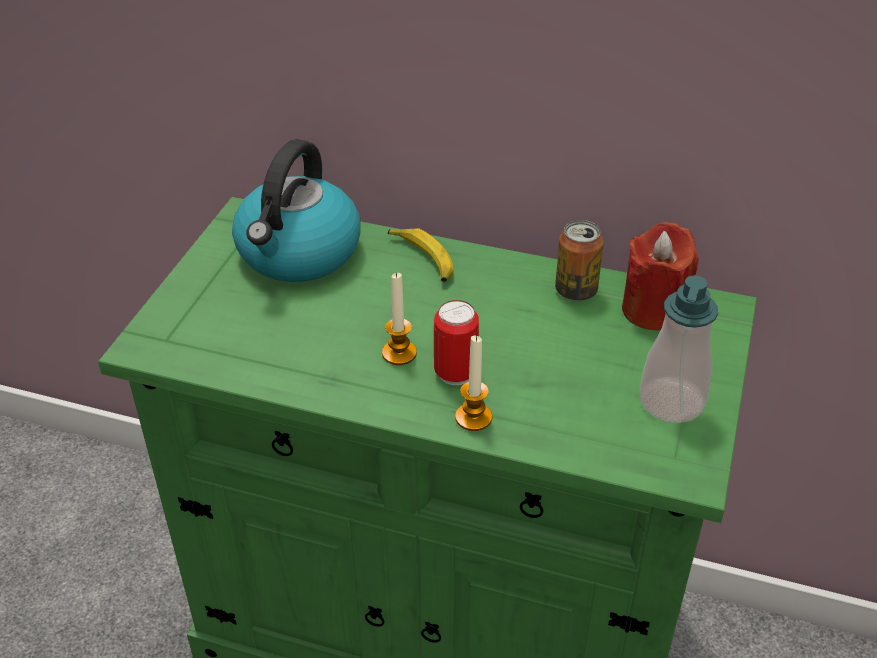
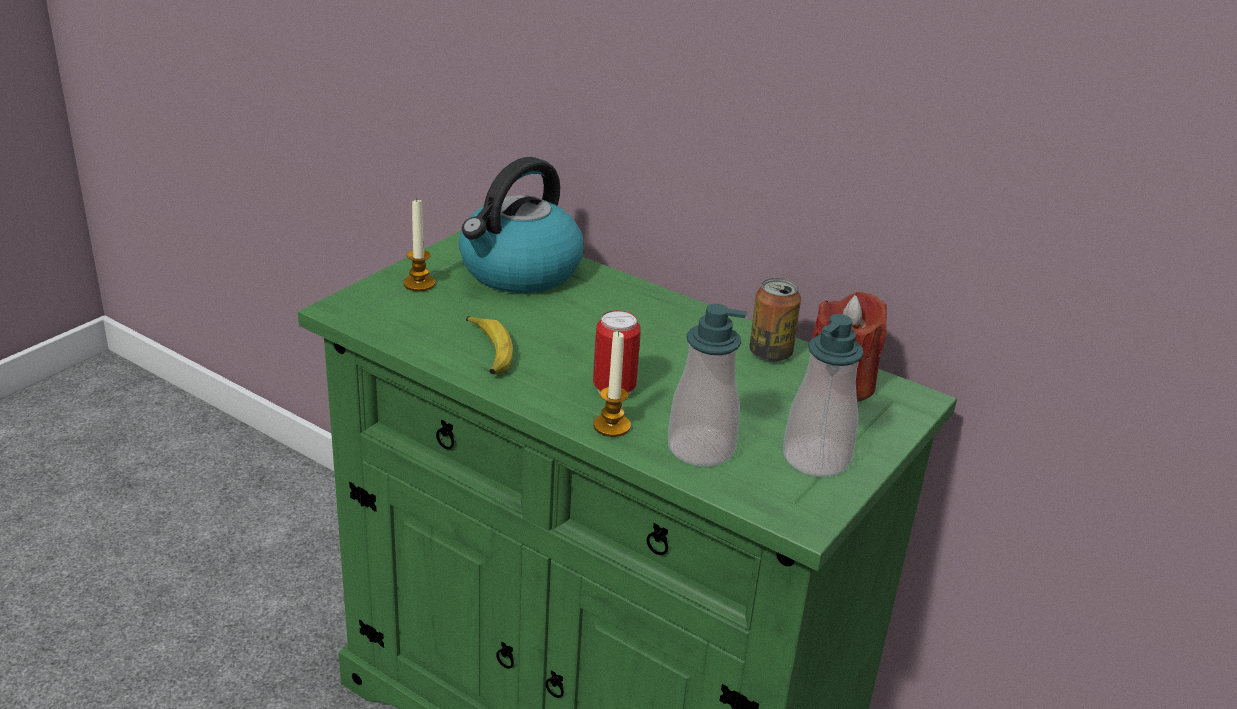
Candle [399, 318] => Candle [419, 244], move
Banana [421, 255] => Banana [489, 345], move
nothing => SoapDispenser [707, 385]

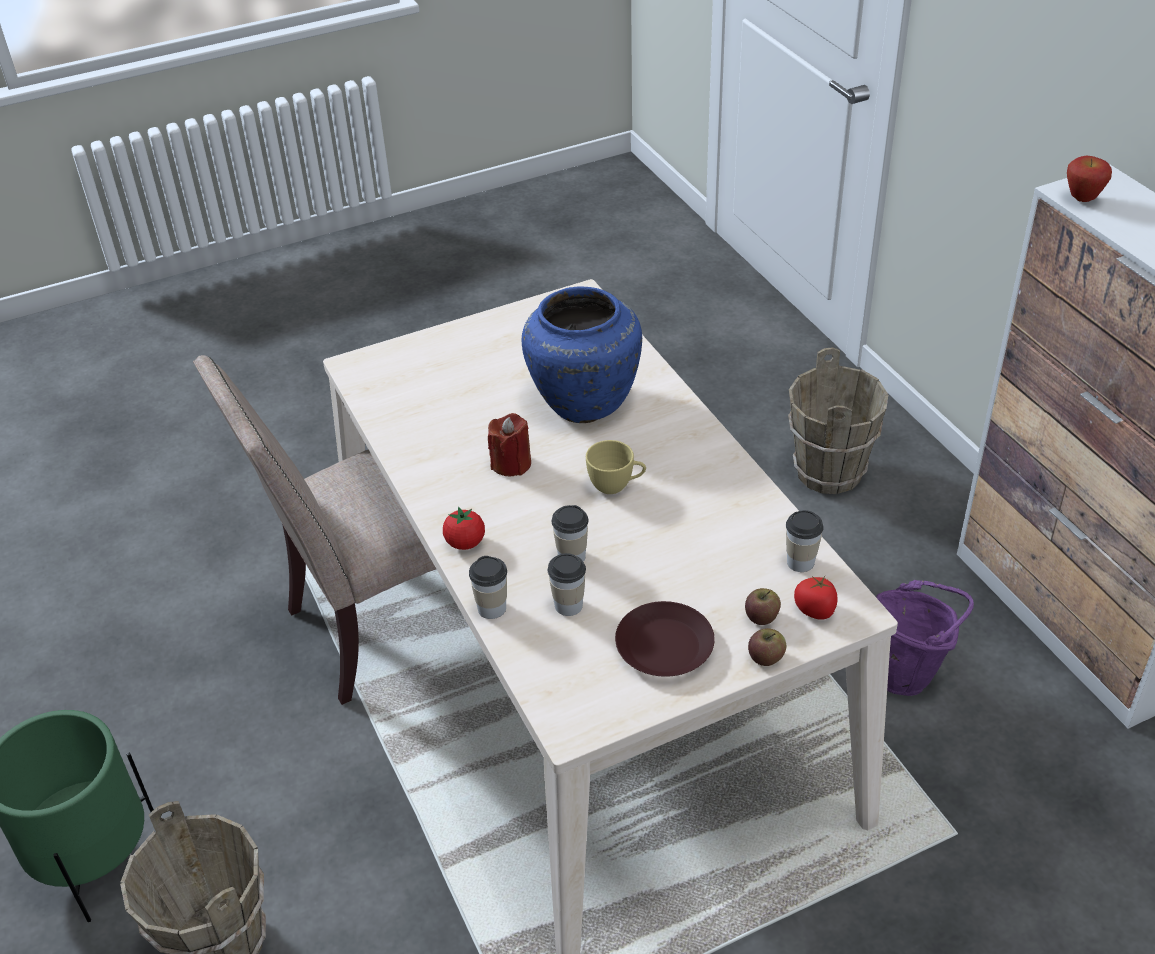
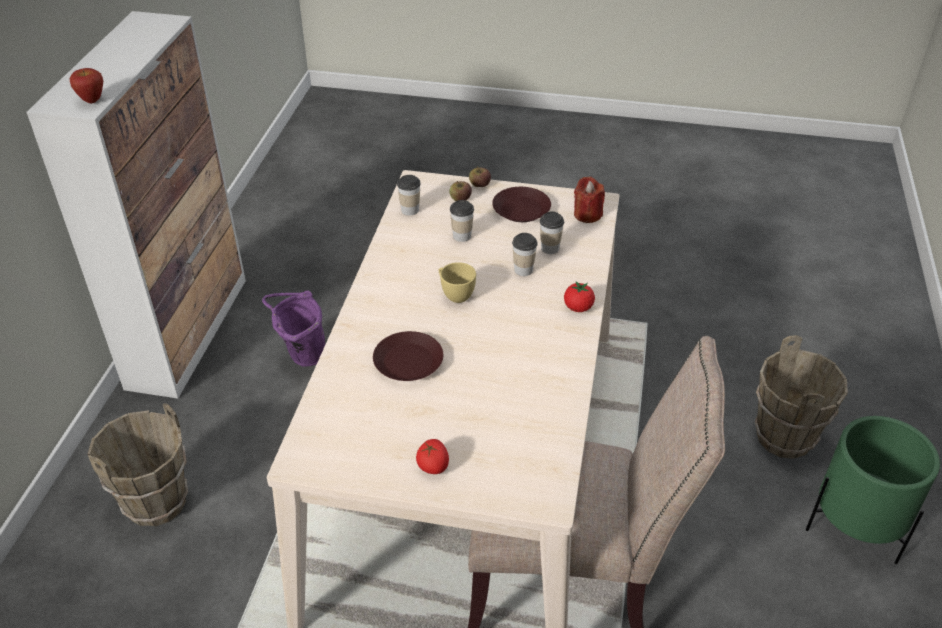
Cup [488, 587] => Cup [462, 221], move
RedCandle [509, 444] => RedCandle [589, 200], move
BlueVase [582, 355] => BrownPlate [408, 356]
Tomato [816, 598] => Tomato [432, 456], move

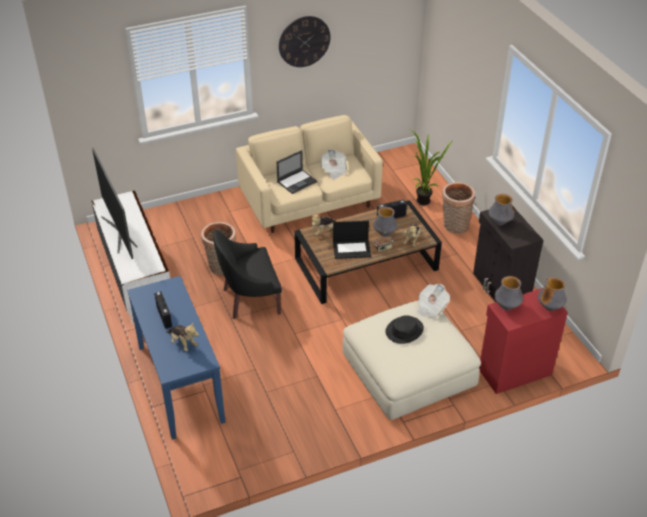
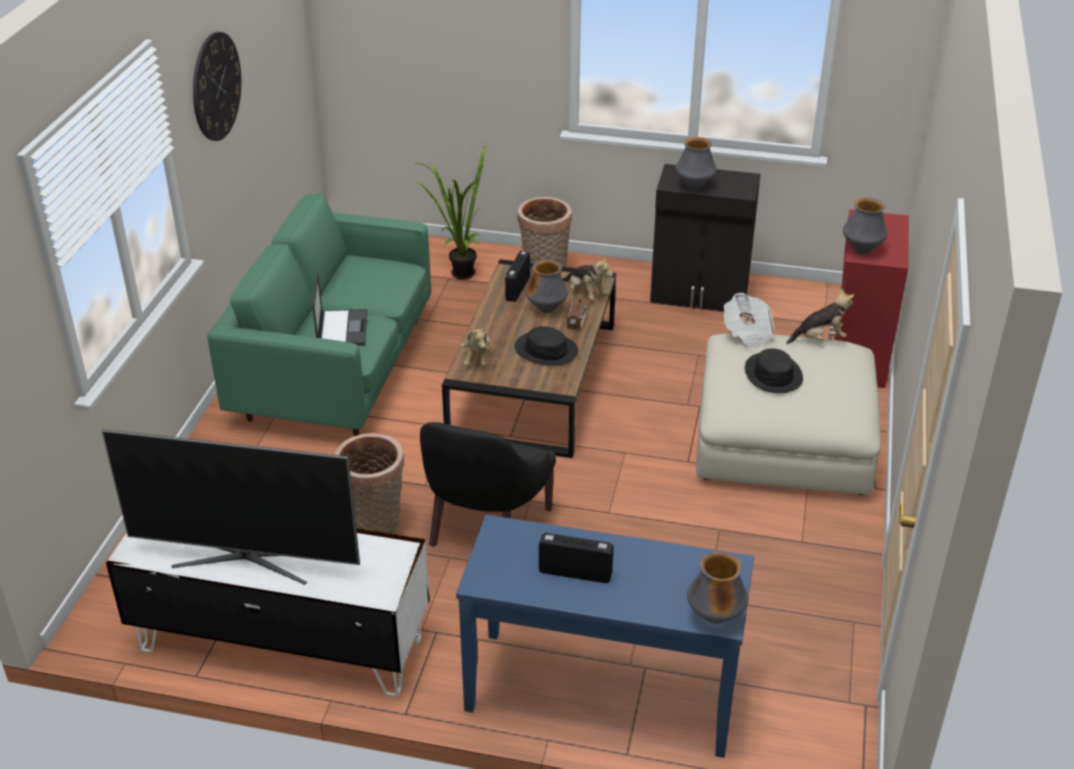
PlushToy [182, 337] => PlushToy [820, 316], move
BeigeSofa [309, 174] => GreenSofa [319, 315]
Newspaper [334, 164] => nothing
Laptop [352, 239] => BlackHat [546, 346]
Vase [552, 294] => Vase [717, 587], move

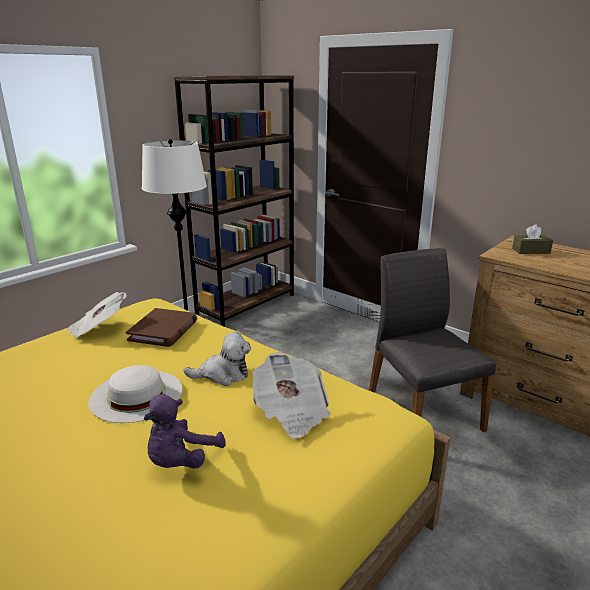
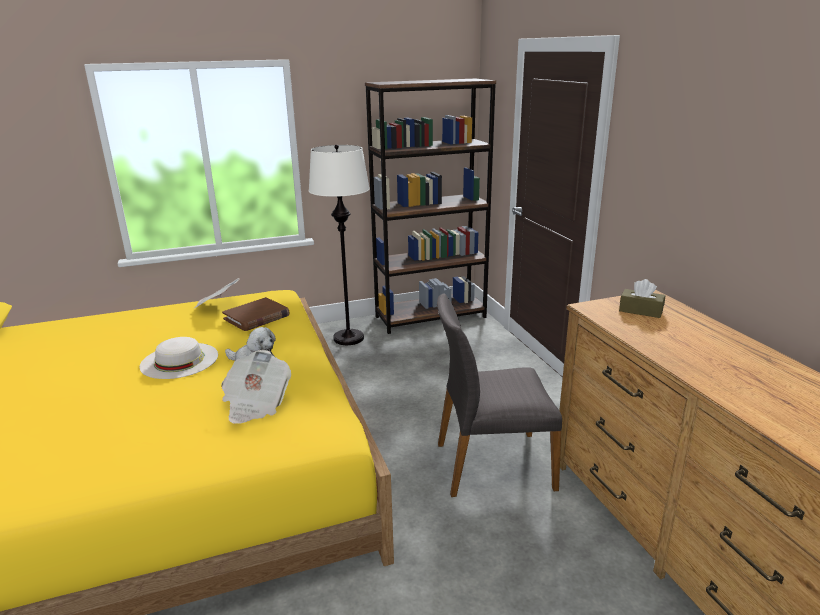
PurplePlushToy [184, 431] => nothing
GreyChair [432, 340] => GreyChair [499, 395], 105 degrees counterclockwise

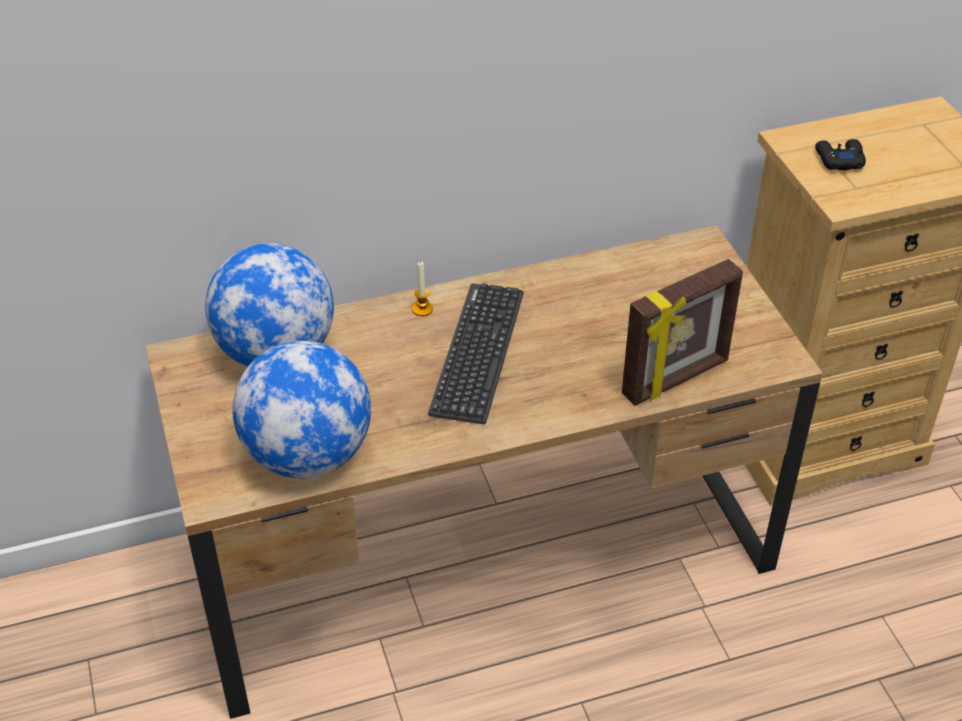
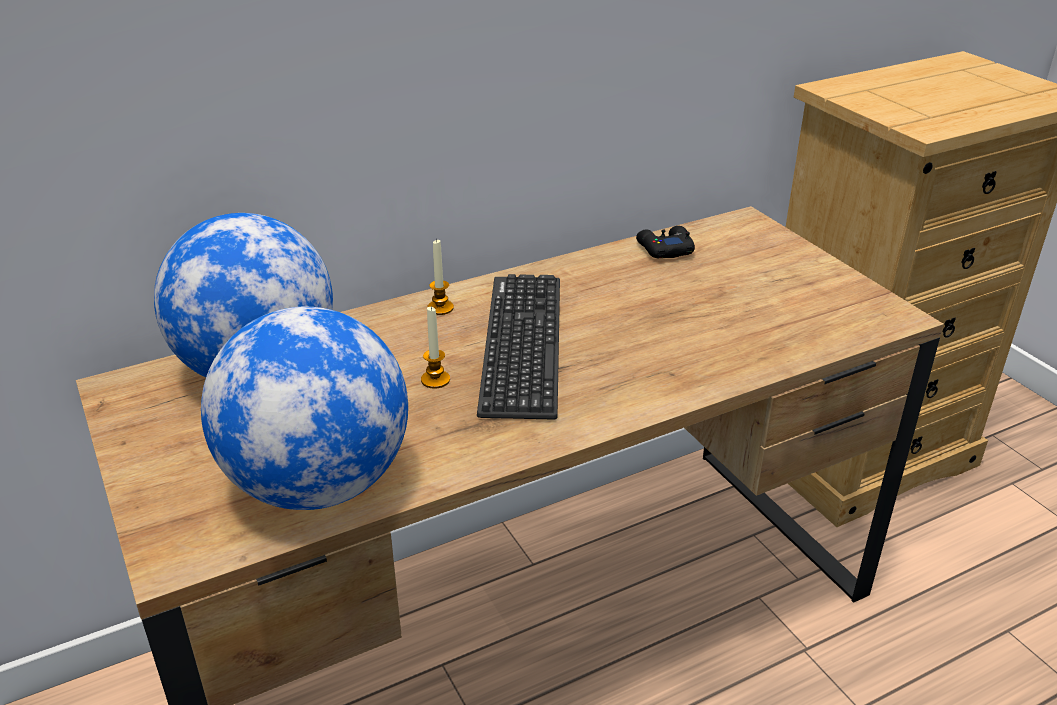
PictureFrame [682, 332] => nothing
BlackGameController [840, 154] => BlackGameController [665, 242], move
nothing => Candle [435, 348]

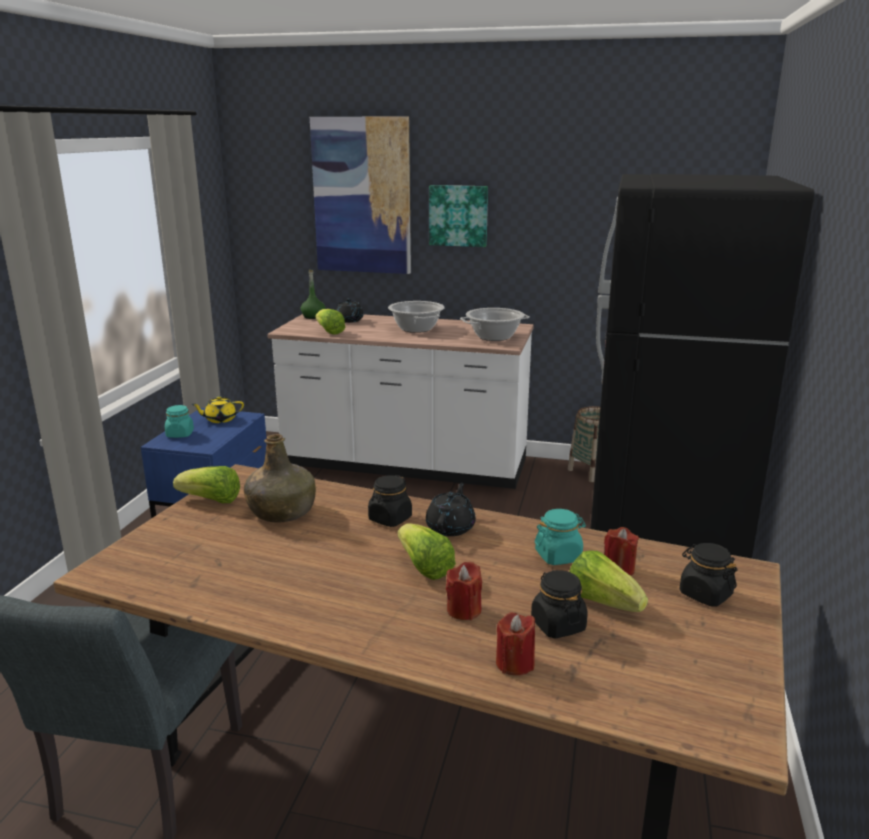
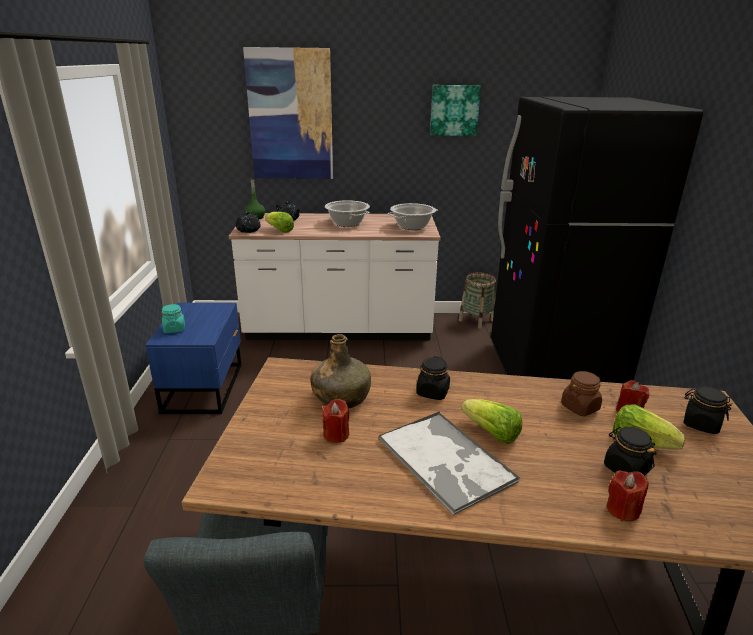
Lettuce [206, 484] => nothing
YellowTeapot [217, 409] => nothing
BlackTeapot [451, 509] => BlackTeapot [248, 221], move
Picture [458, 216] => Picture [455, 110], move
RedCandle [464, 591] => RedCandle [335, 421], move
TurquoiseJar [560, 537] => BrownJar [581, 393]
nothing => Tray [449, 463]

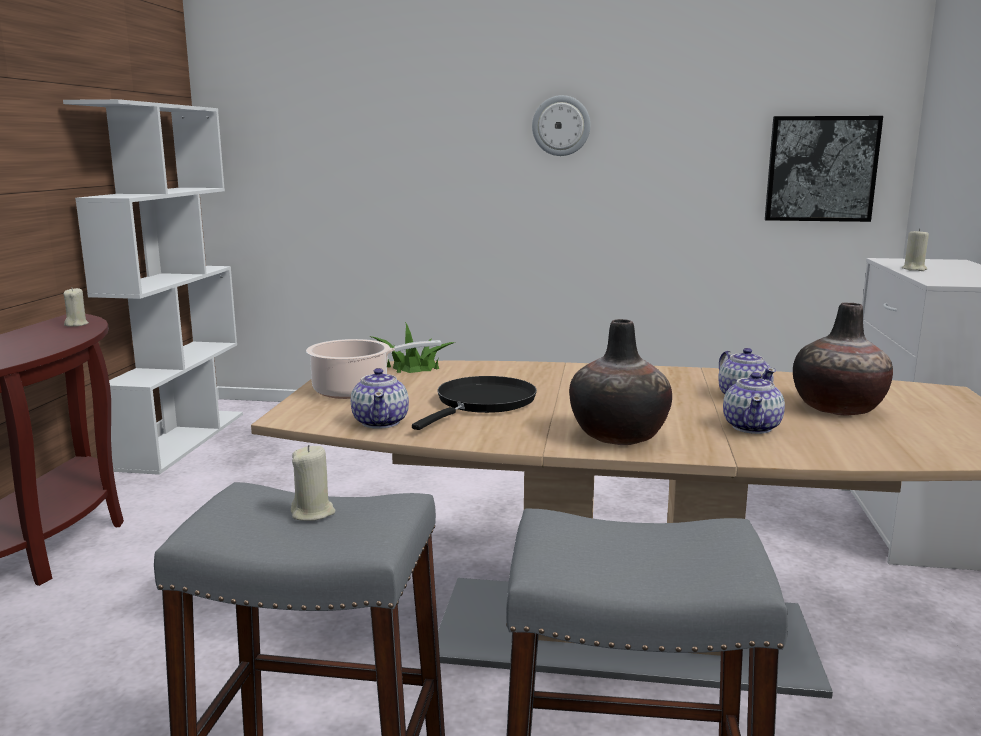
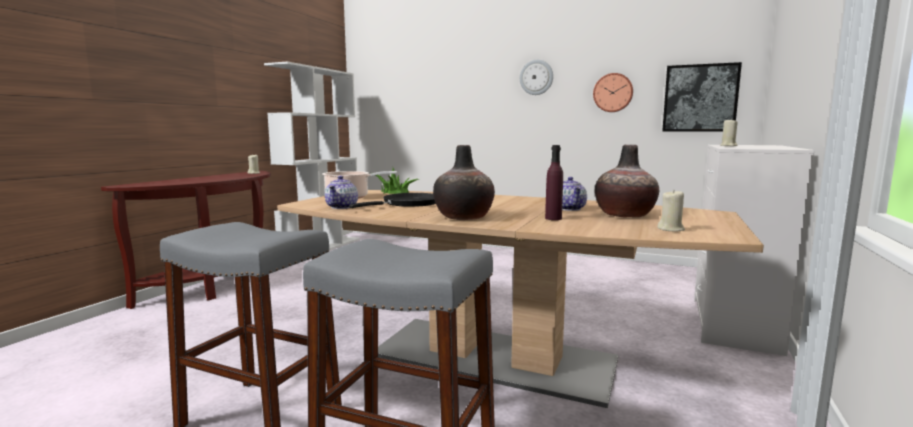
BeigeCandle [313, 483] => BeigeCandle [671, 210], move
Teapot [754, 403] => PurpleBottle [554, 182]
nothing => WallClock [613, 92]

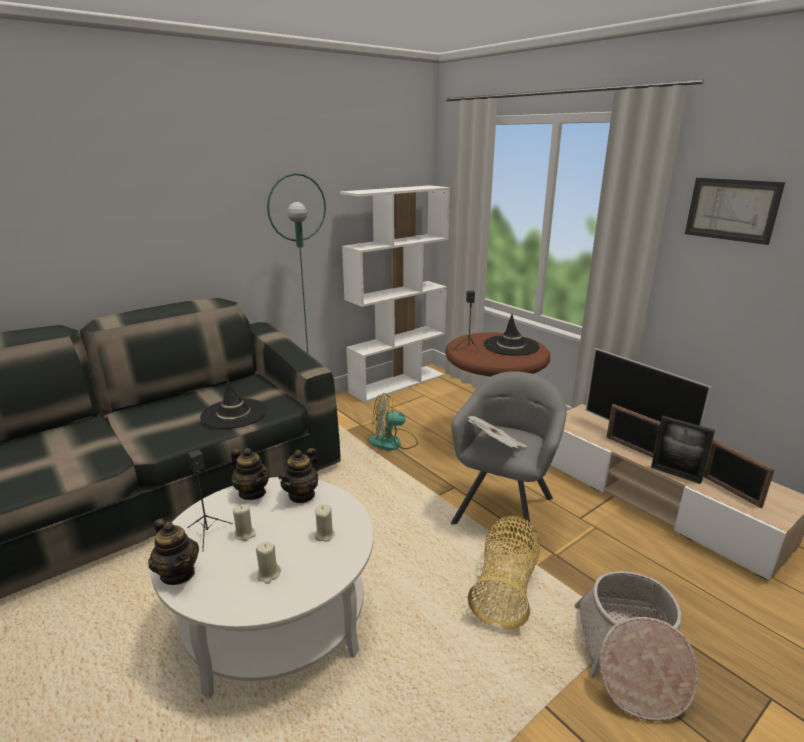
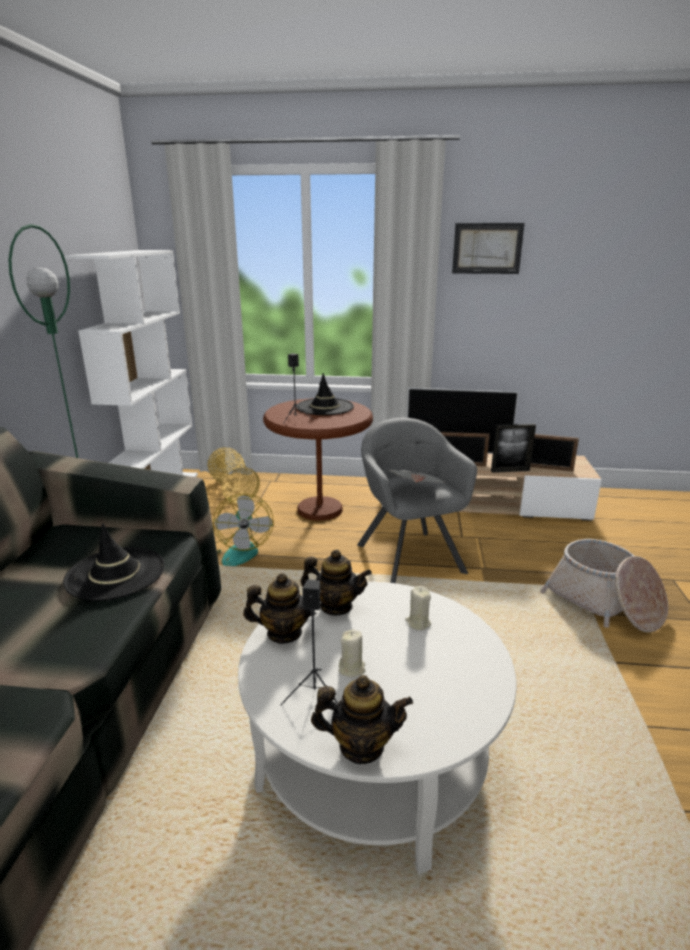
BeigeCandle [268, 563] => nothing
Teapot [298, 475] => Teapot [336, 582], 60 degrees counterclockwise
Fan [393, 422] => Fan [243, 529], 45 degrees counterclockwise
Basket [504, 573] => Basket [234, 475], move

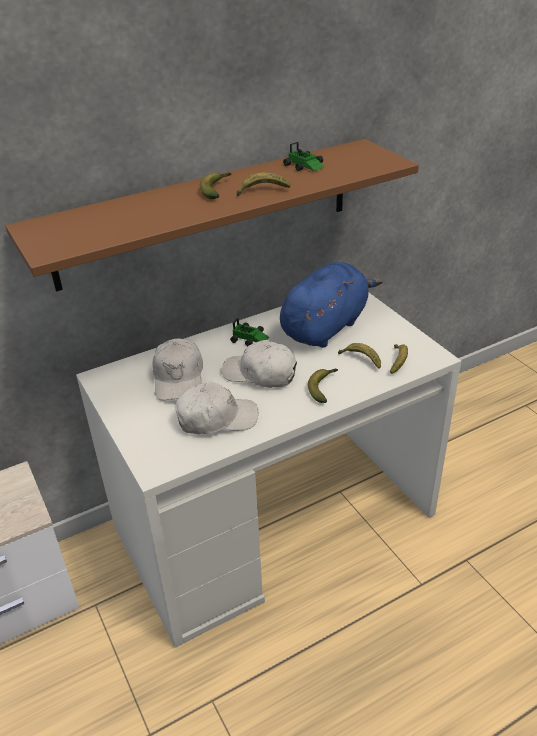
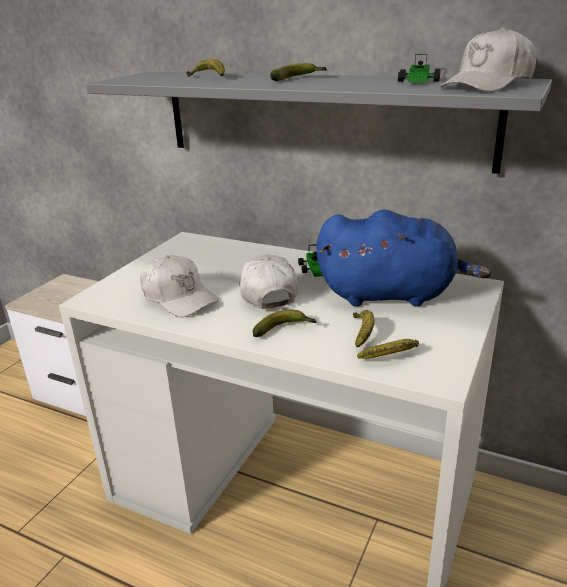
BrownShelf [212, 215] => GreyShelf [319, 123]
WhiteCap [178, 369] => WhiteCap [488, 59], move
Banana [264, 184] => Banana [205, 68], move

